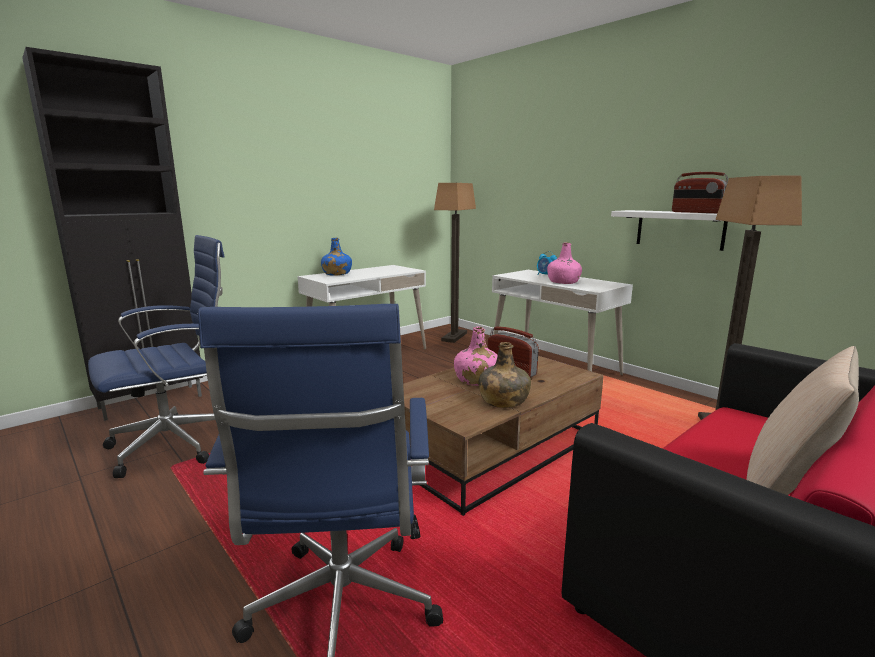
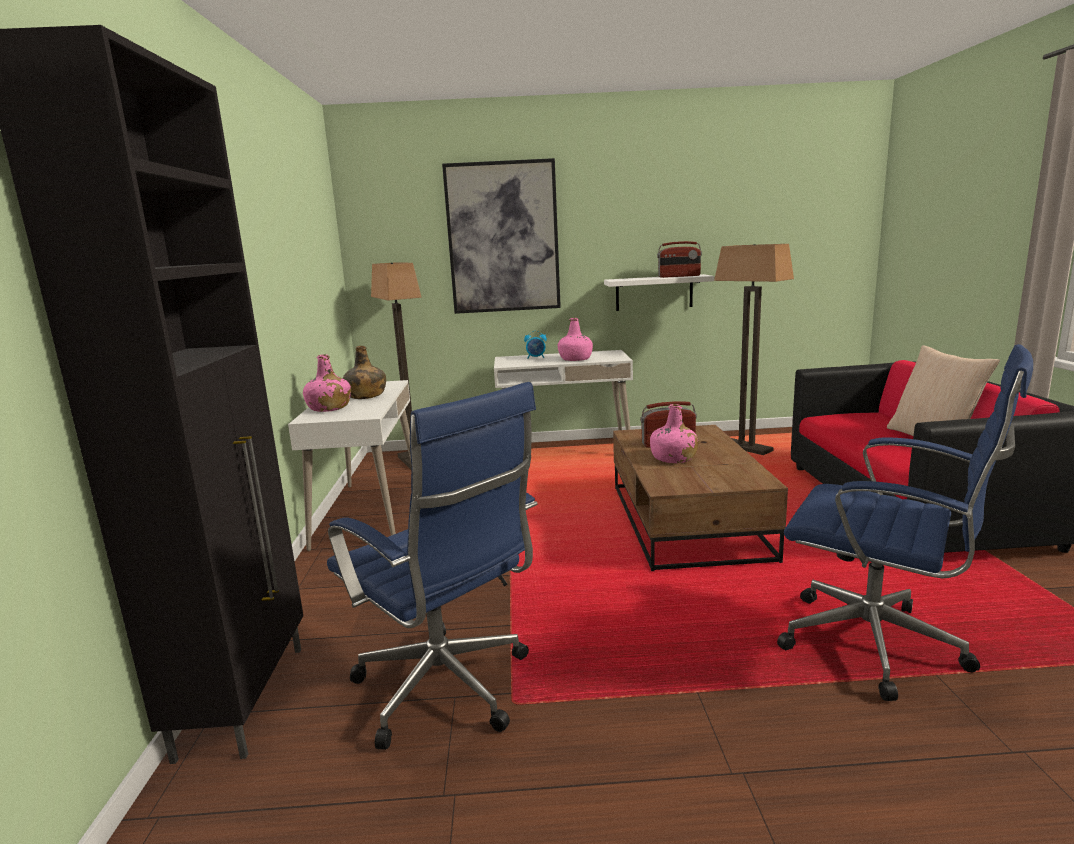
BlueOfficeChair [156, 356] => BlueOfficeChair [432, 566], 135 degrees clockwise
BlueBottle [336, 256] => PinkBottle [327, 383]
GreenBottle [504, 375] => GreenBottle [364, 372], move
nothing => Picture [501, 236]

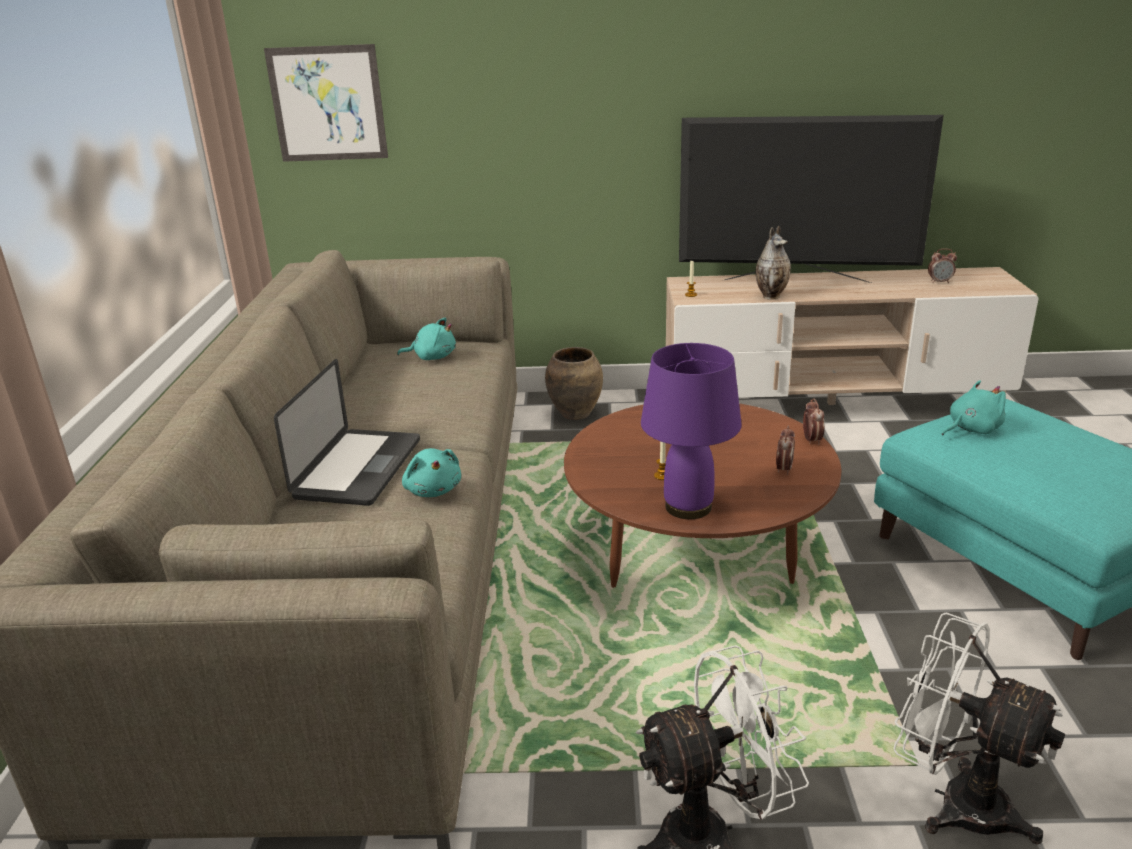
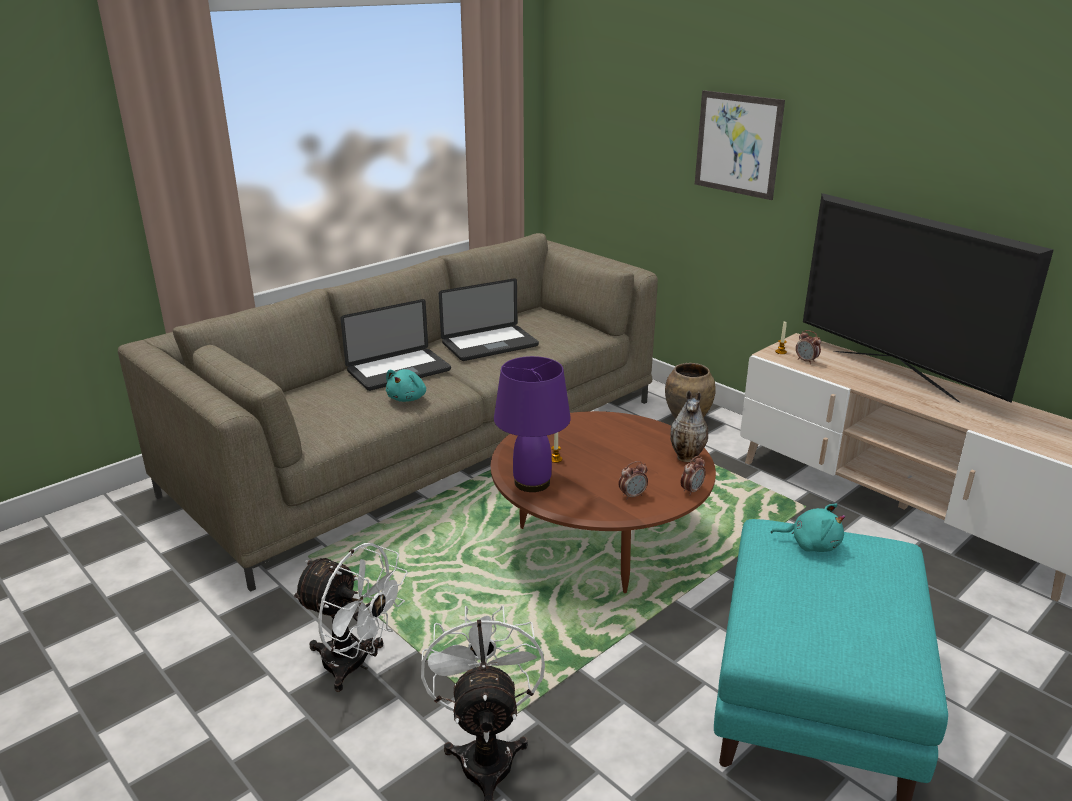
Picture [326, 103] => Picture [740, 145], move
TurquoisePlushToy [426, 338] => nothing
Vase [773, 263] => Vase [689, 426], move
AlarmClock [942, 266] => AlarmClock [808, 347], move
nothing => Laptop [489, 319]

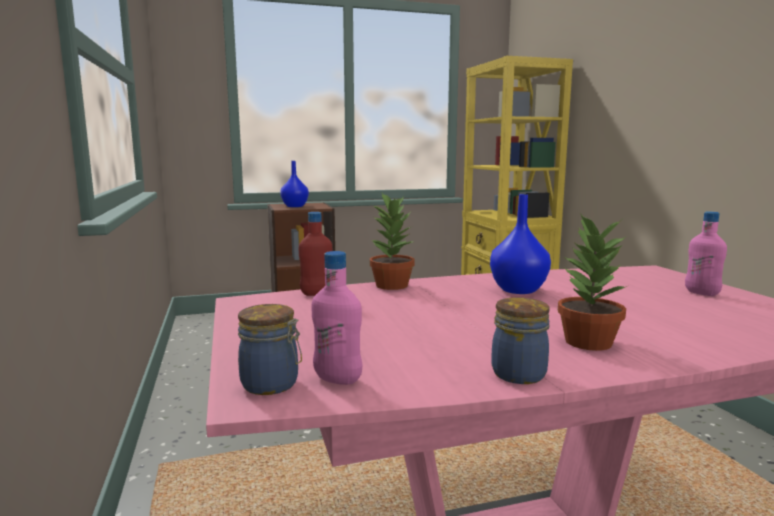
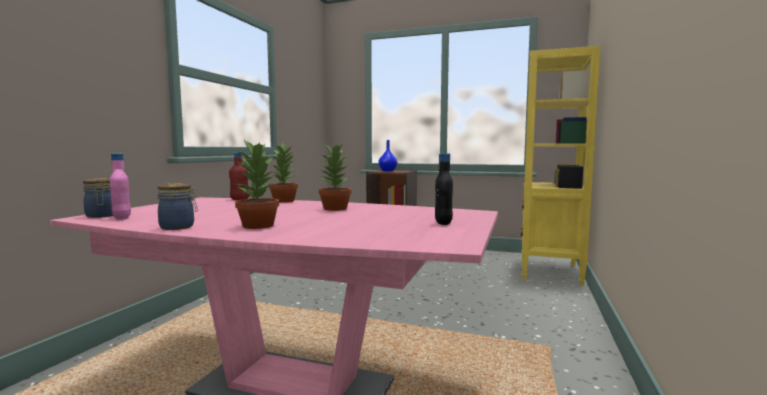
BlueVase [520, 244] => PottedPlant [335, 176]
PinkBottle [706, 253] => BlackBottle [444, 189]

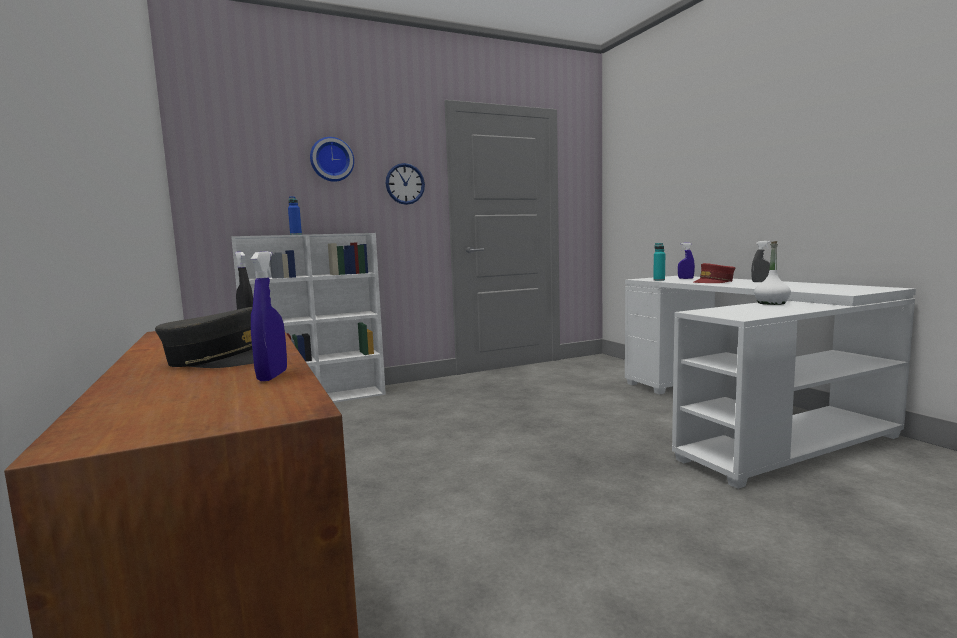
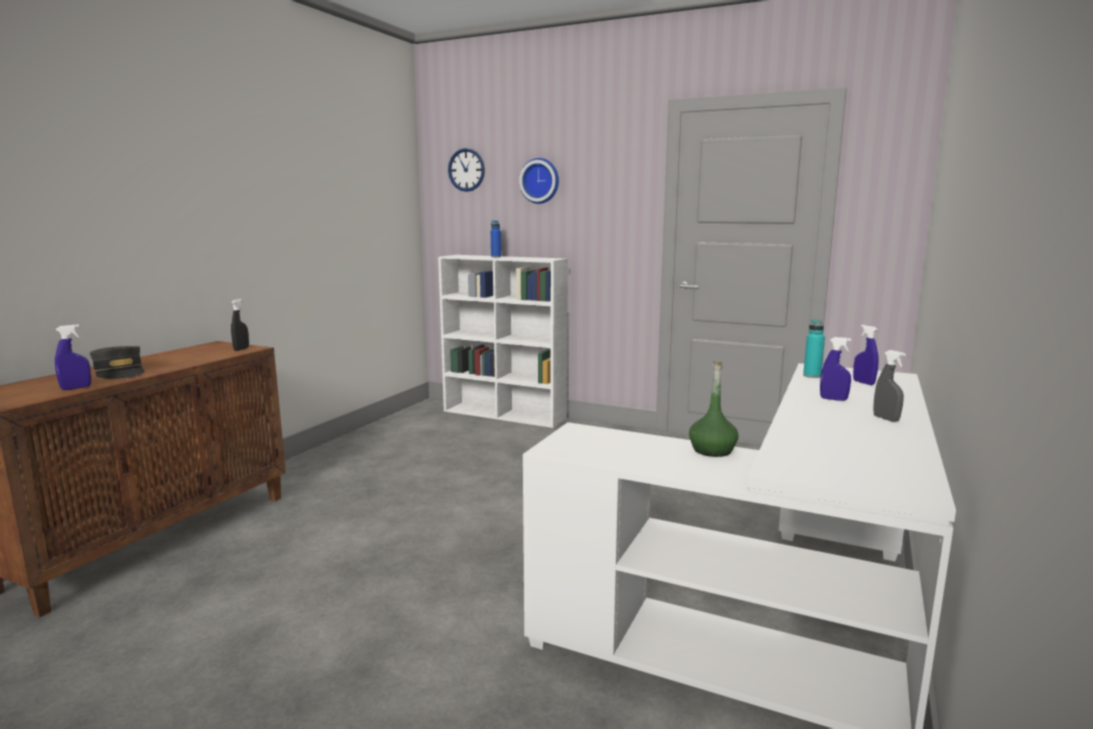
WallClock [405, 184] => WallClock [466, 170], move
RedCap [714, 273] => BlueSprayBottle [836, 369]
WhiteBottle [772, 273] => GreenBottle [714, 409]

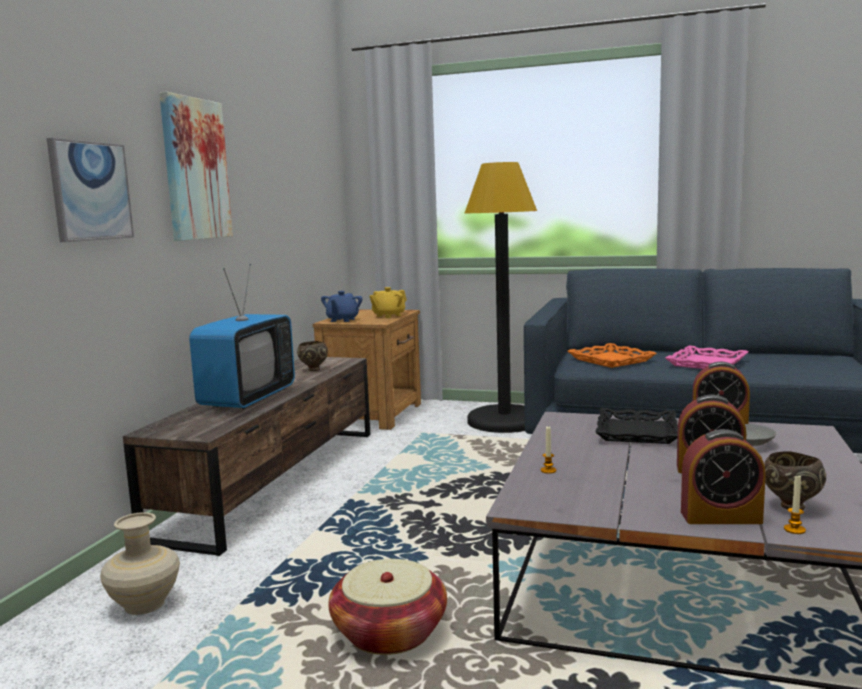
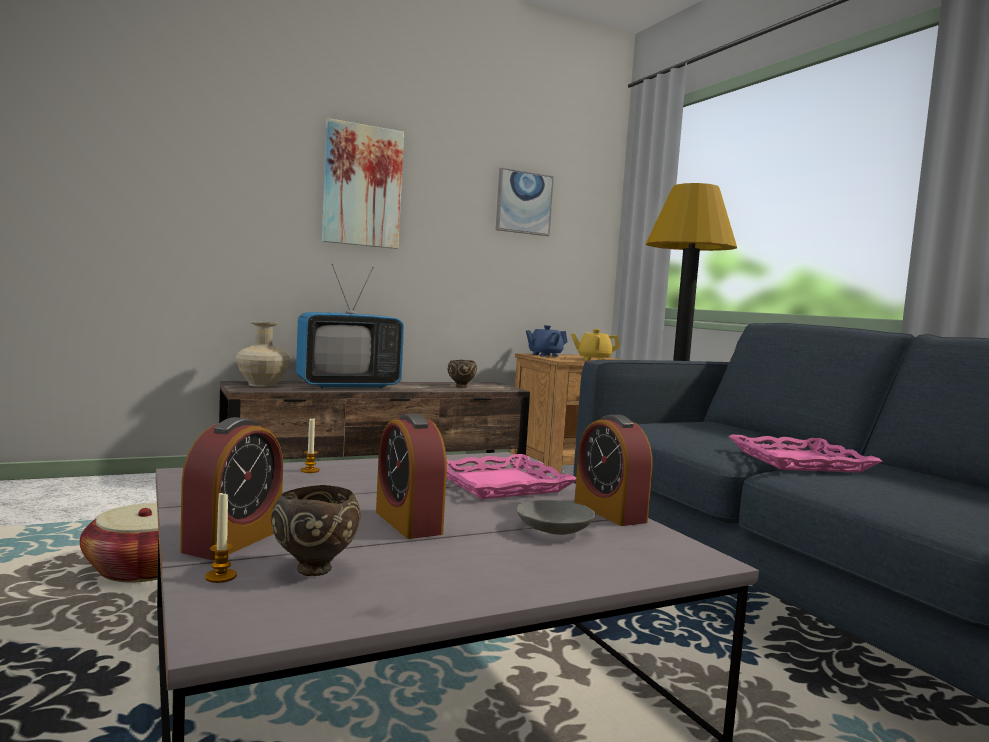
Picture [90, 190] => Picture [525, 201], move
BeigeVase [140, 563] => BeigeVase [263, 354], move
OrangeTray [612, 355] => nothing
BlackTray [637, 426] => PinkTray [511, 476]
AlarmClock [723, 476] => AlarmClock [231, 488], 120 degrees counterclockwise

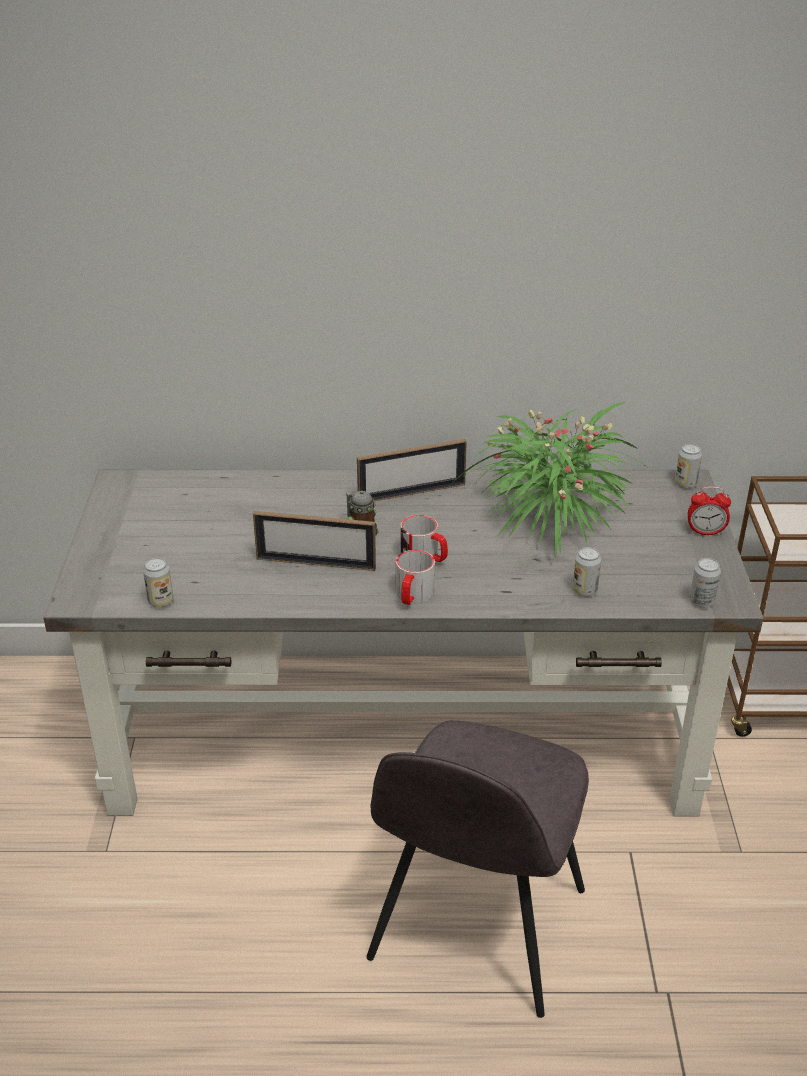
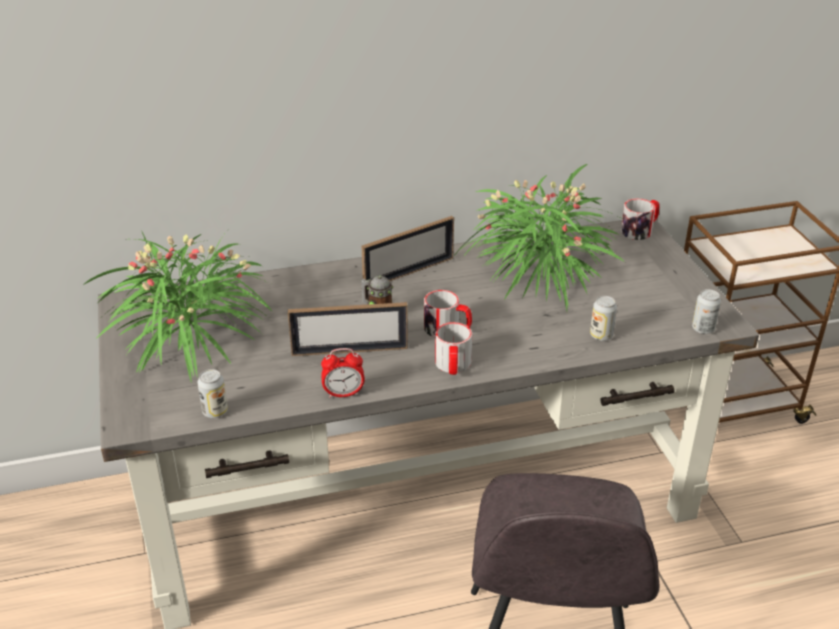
Can [688, 466] => Mug [640, 219]
AlarmClock [709, 511] => AlarmClock [343, 373], move
nothing => PottedPlant [178, 306]

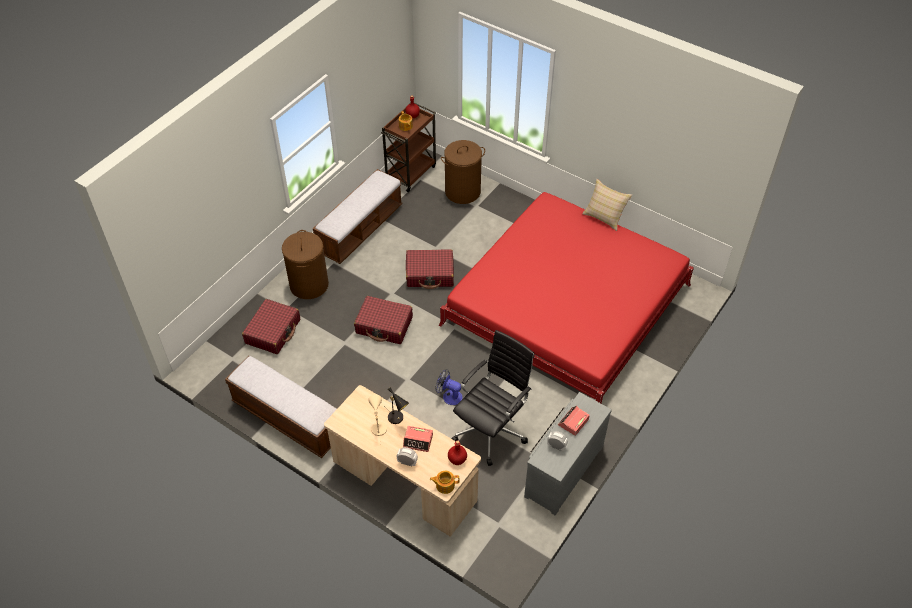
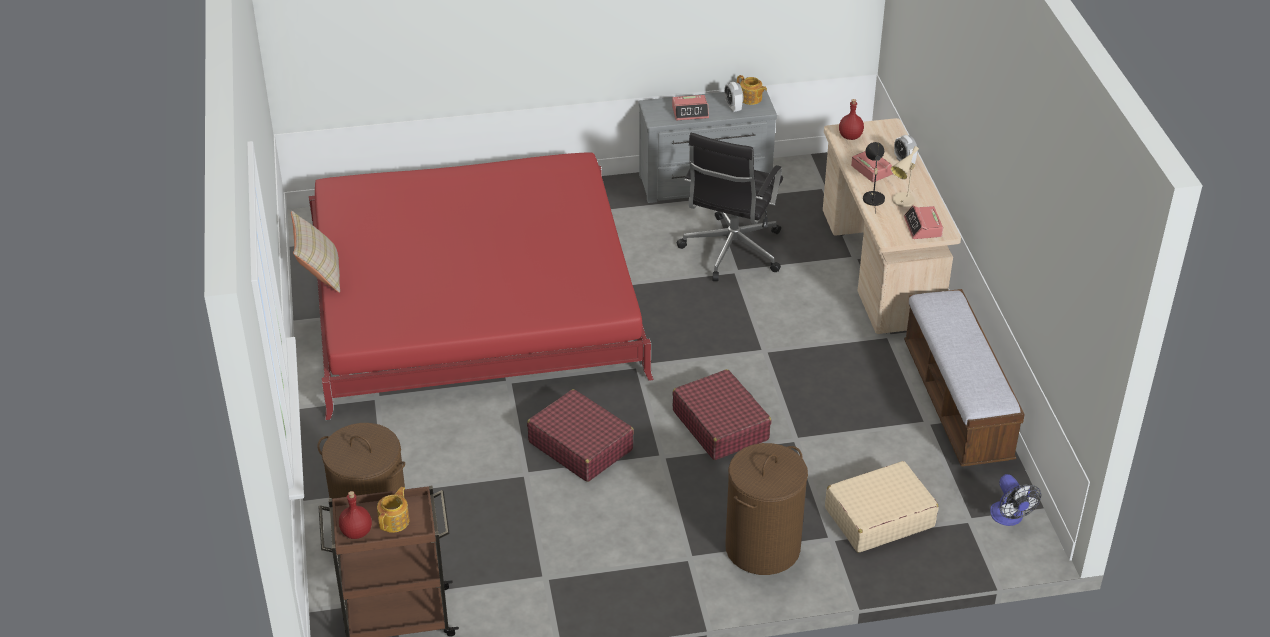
RedSuitcase [271, 326] => BeigeSuitcase [882, 507]
Bench [357, 216] => nothing
Teapot [445, 482] => Teapot [752, 90], move
Fan [448, 387] => Fan [1015, 500], move
BlackOfficeChair [492, 398] => BlackOfficeChair [730, 207], 60 degrees counterclockwise
nothing => AlarmClock [923, 222]

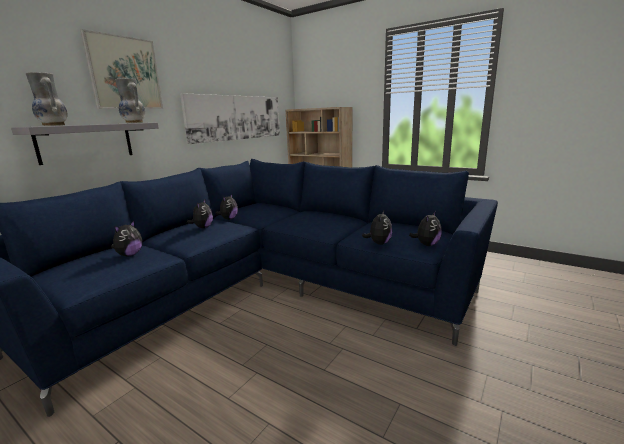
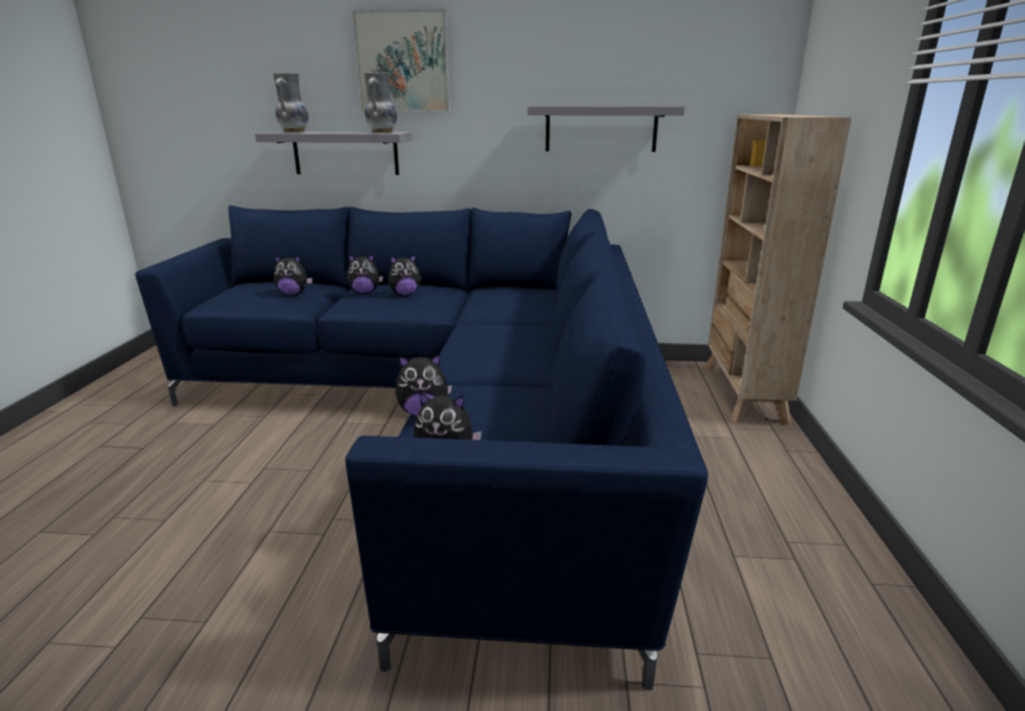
Picture [230, 118] => GreyShelf [606, 129]
PlushToy [226, 207] => PlushToy [365, 274], move

